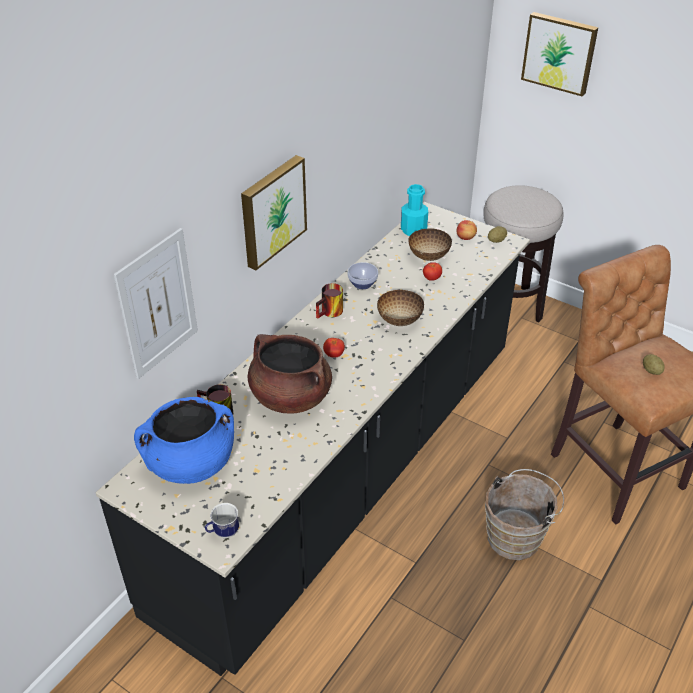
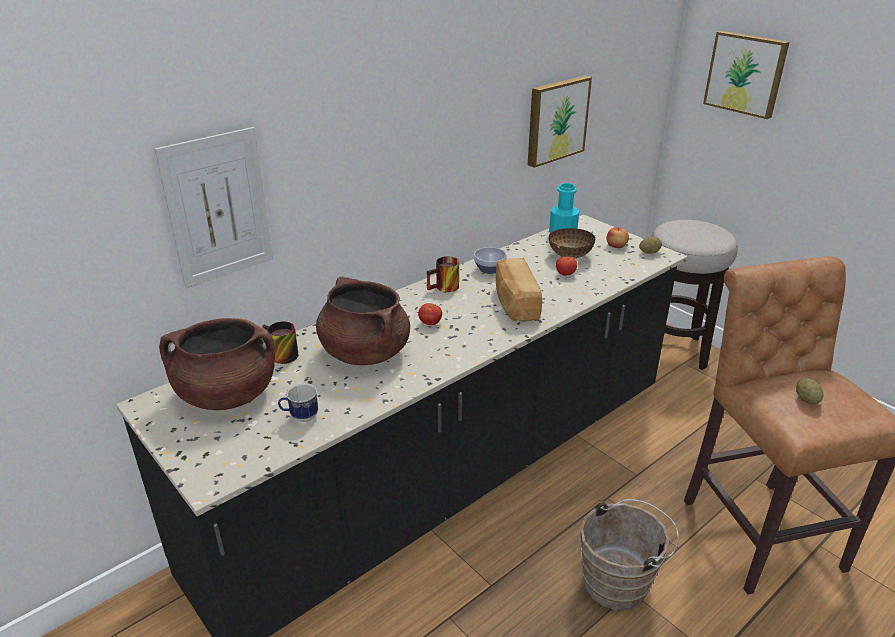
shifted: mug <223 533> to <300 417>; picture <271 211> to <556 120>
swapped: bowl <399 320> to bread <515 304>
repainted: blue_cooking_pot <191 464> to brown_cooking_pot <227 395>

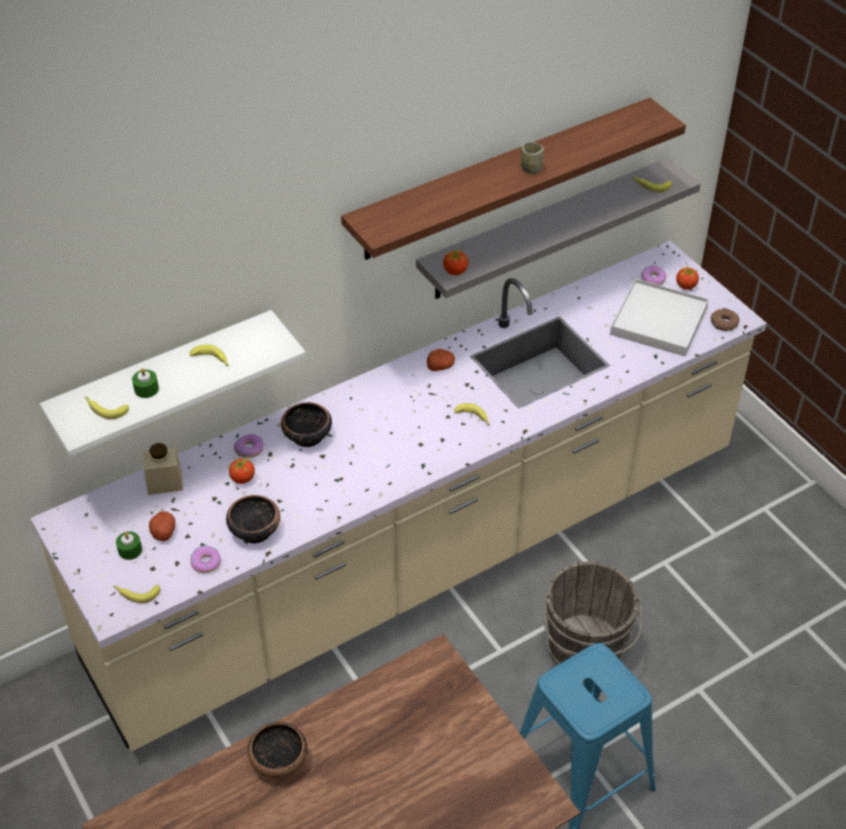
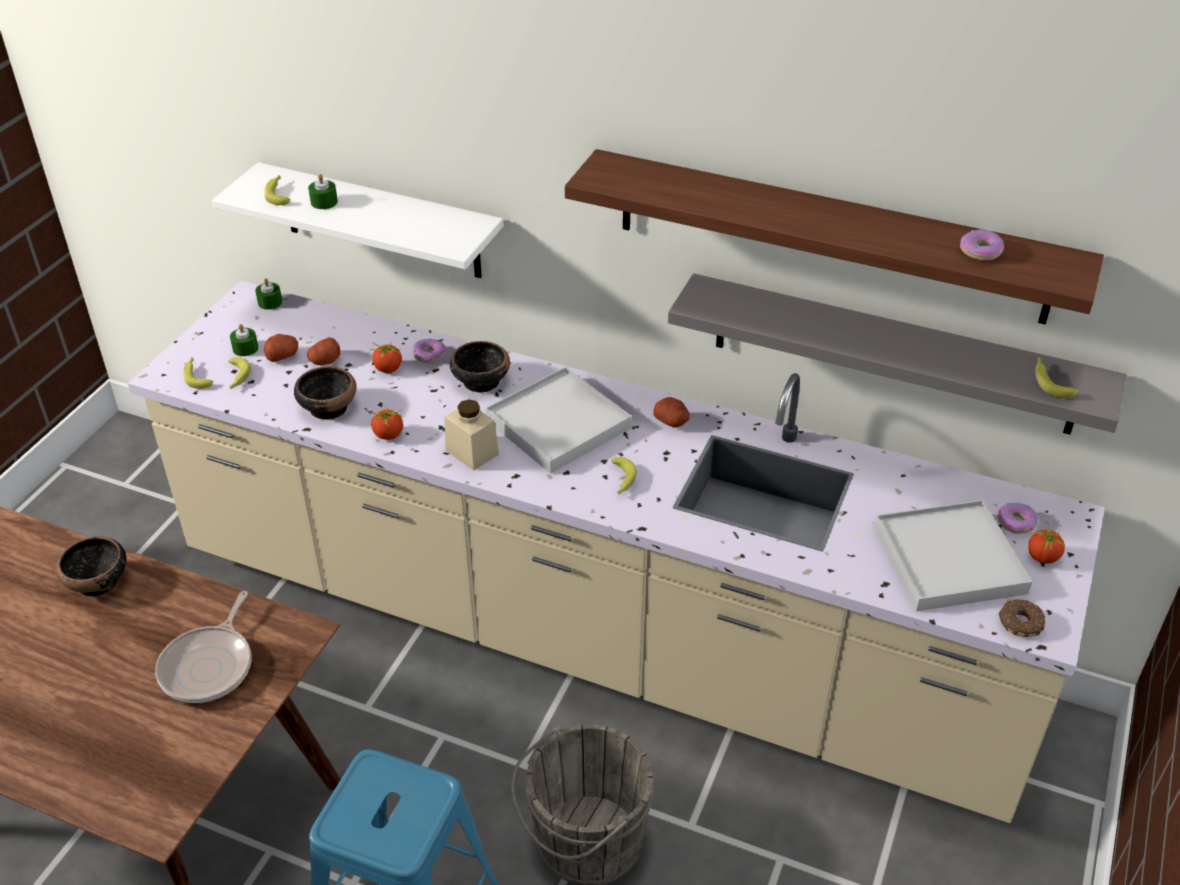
gone: cup <531 169>
new: frying_pan <209 666>; green_candle <270 302>; potato <325 361>; white_tray <557 424>
shifted: banana <212 360> to <236 378>; tomato <455 271> to <388 435>; beige_jar <164 482> to <472 452>; donut <206 562> to <981 251>

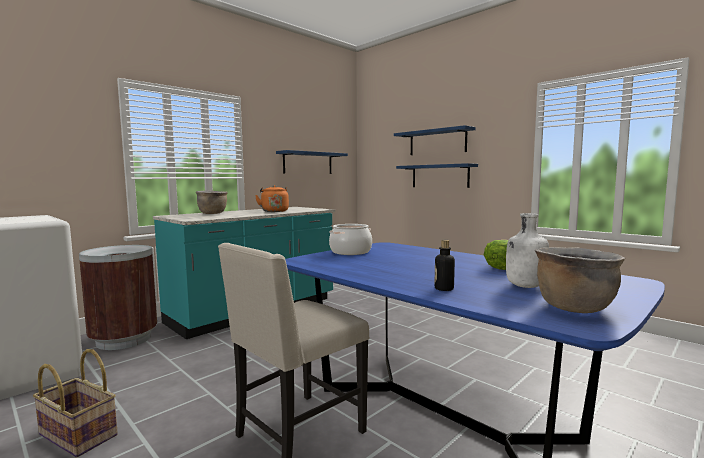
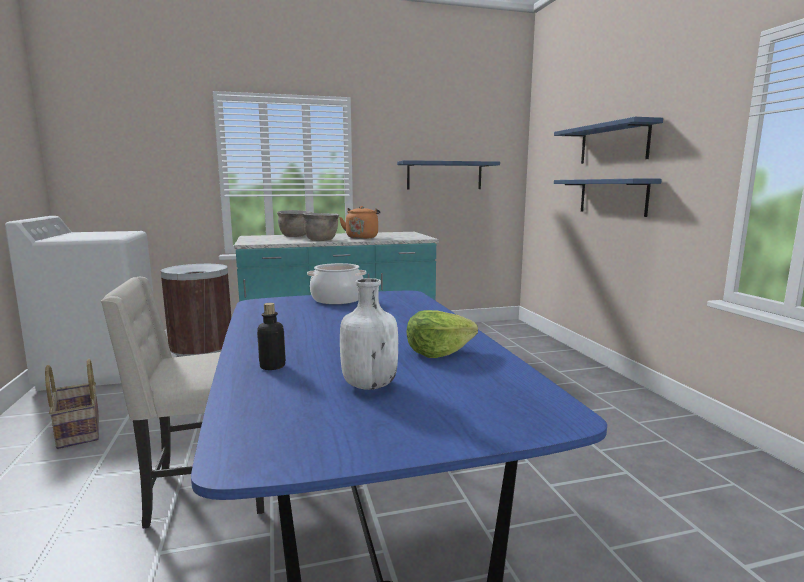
shifted: brown_cooking_pot <574 307> to <321 240>

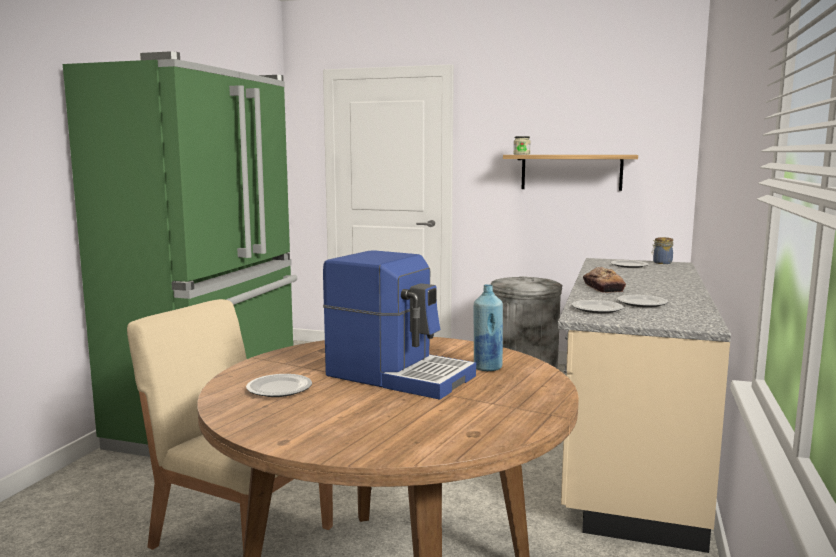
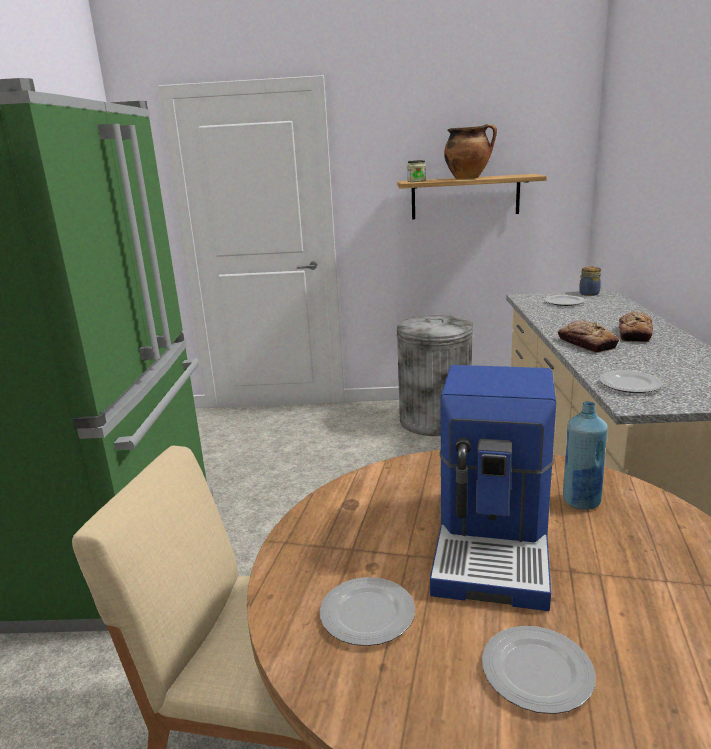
new: cooking_pot <468 178>; bread <634 334>
shifted: plate <642 303> to <538 673>
rotated: coffee_machine <399 375> = <495 542> 90 degrees clockwise

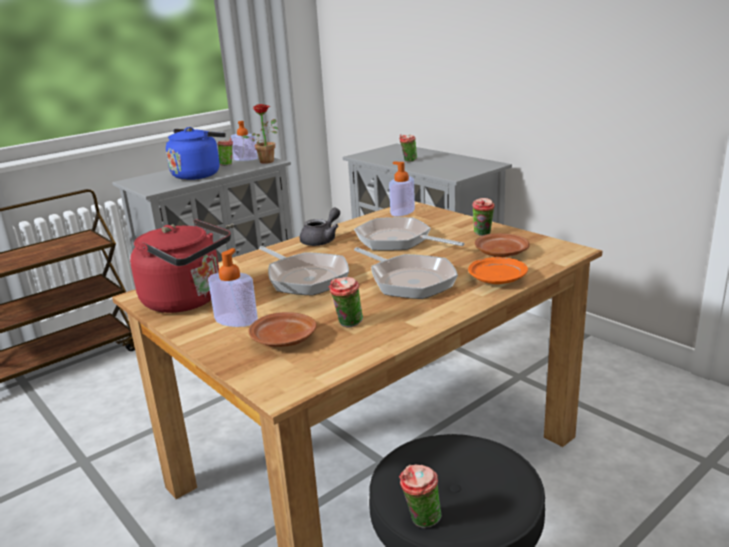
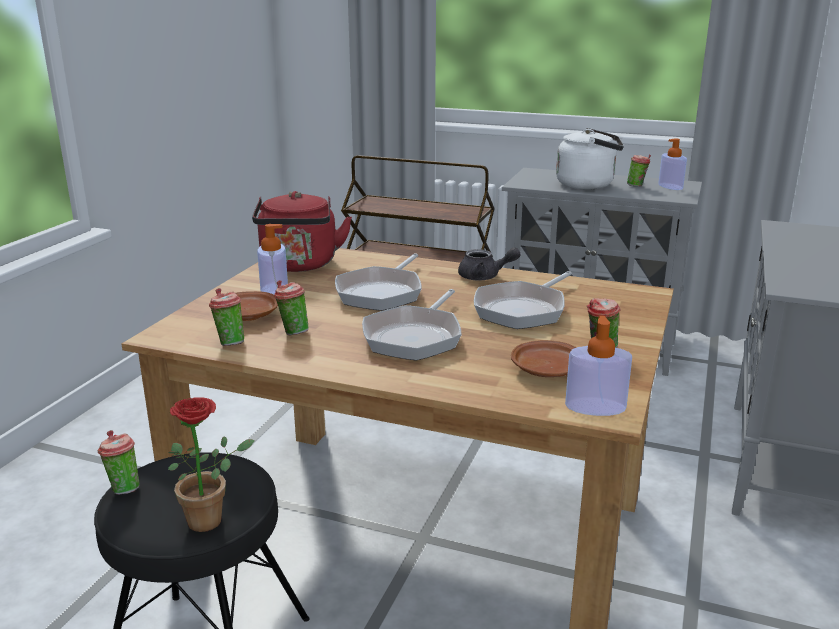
gone: orange_plate <497 279>
shifted: potted_plant <267 161> to <212 519>; cup <408 161> to <229 343>; soap_dispenser <402 212> to <595 407>
repainted: blue_kettle <198 174> to white_kettle <588 185>
rotated: frying_pan <398 241> = <523 310> 150 degrees counterclockwise

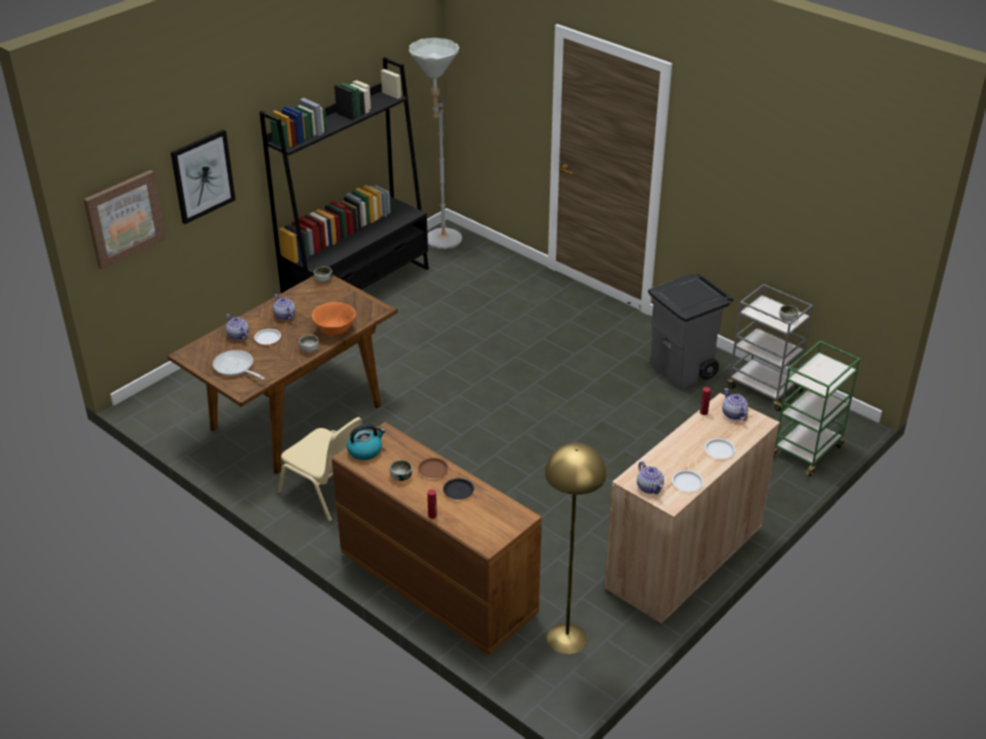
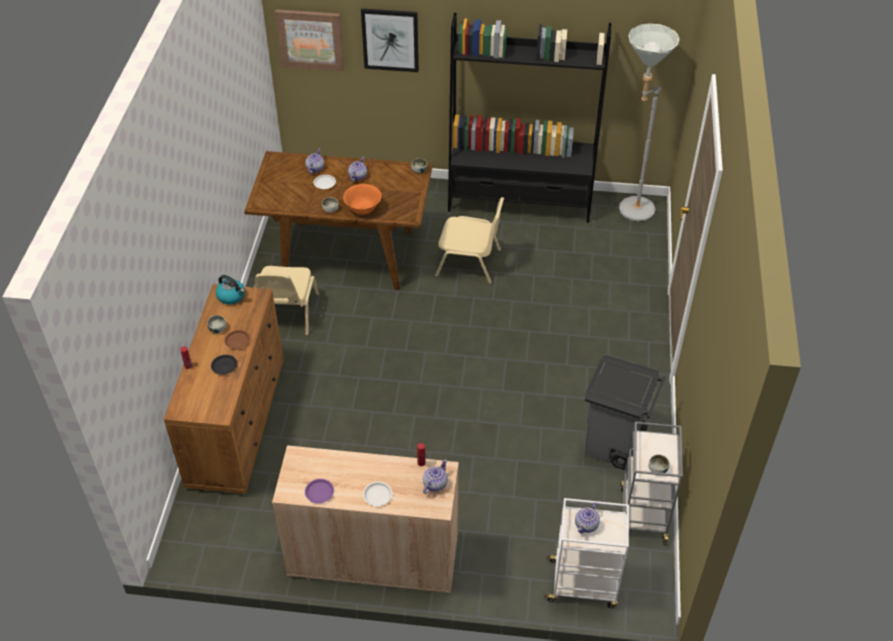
gone: frying_pan <236 368>; yellow_floor_lamp <567 638>
new: beige_chair <469 263>
shifted: teapot <649 487> to <586 525>
repainted: white_plate <687 482> to purple_plate <319 492>; green_cart <806 450> to white_cart <583 583>

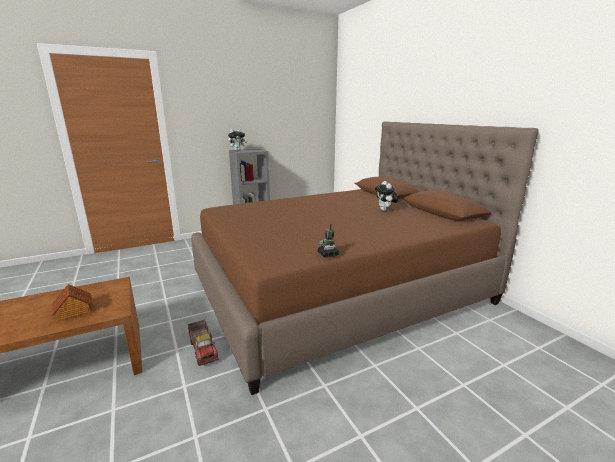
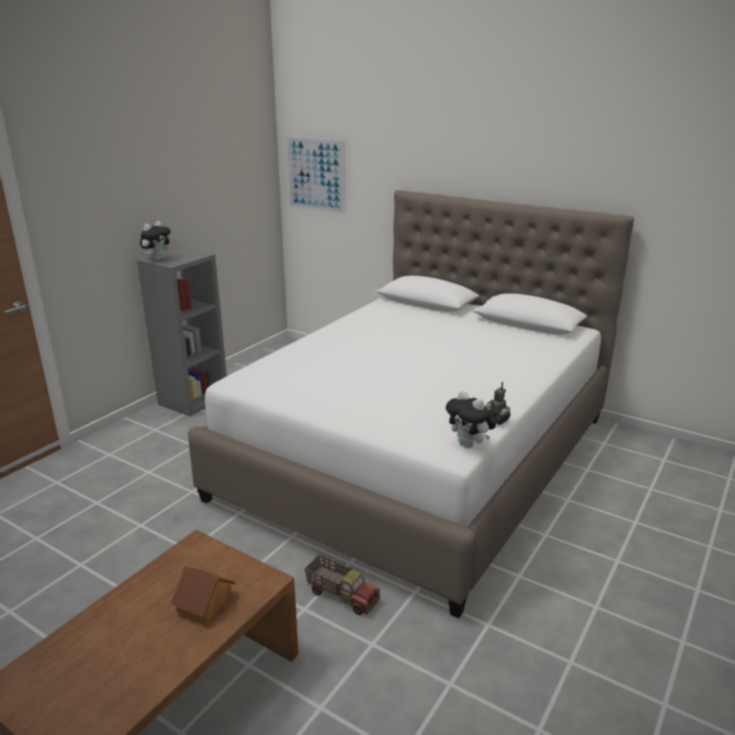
new: picture <316 174>
shifted: plush_toy <385 210> to <469 445>
repainted: brown_bed <338 290> to white_bed <419 457>

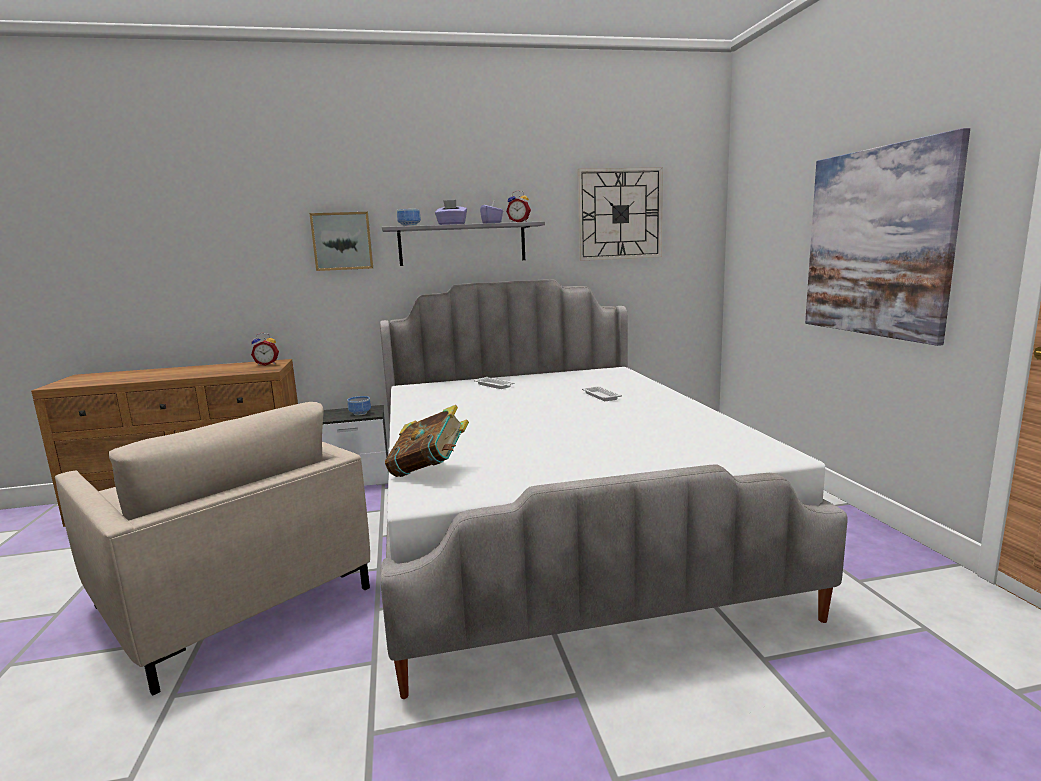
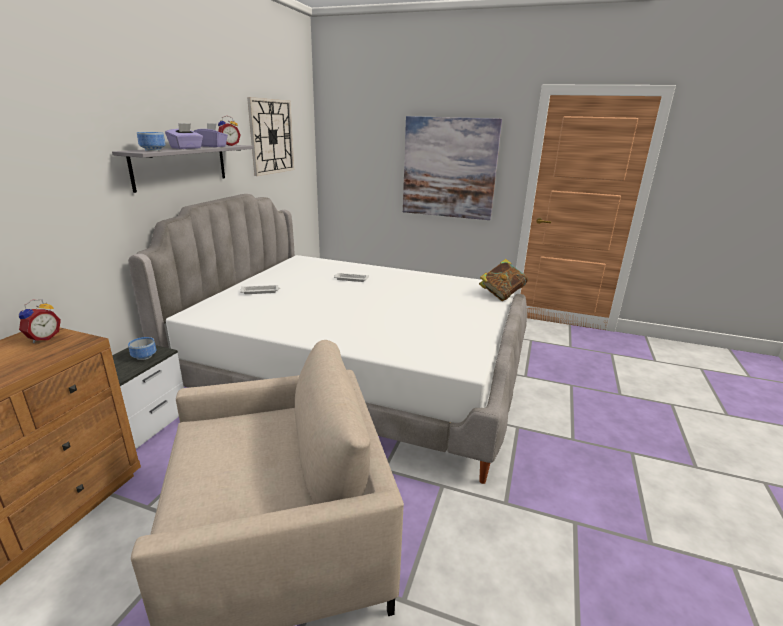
gone: picture <342 241>
shifted: book <429 471> to <501 295>

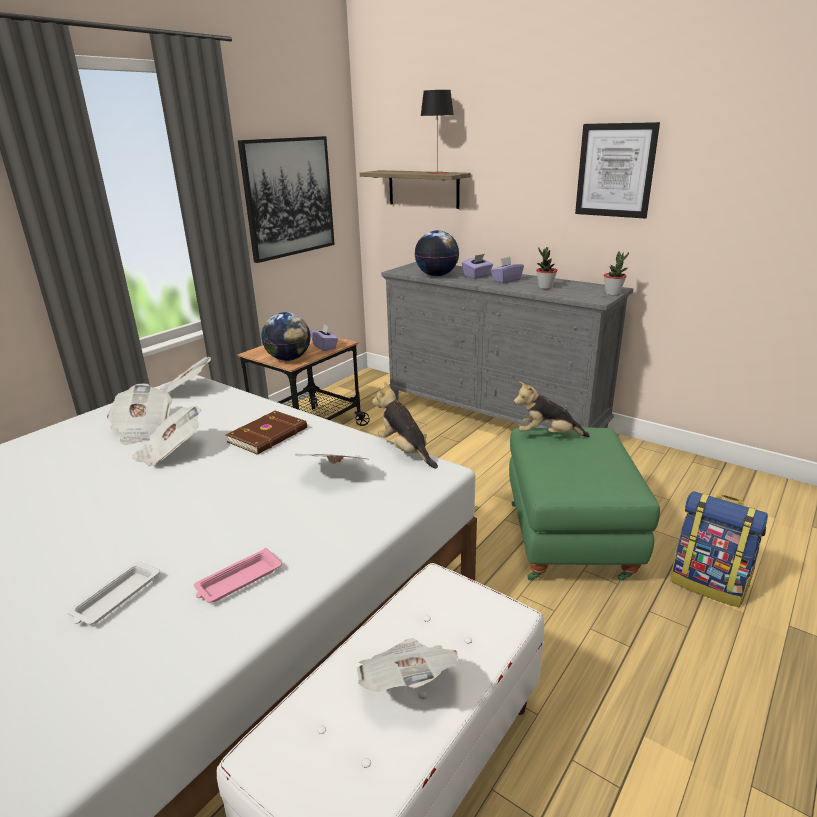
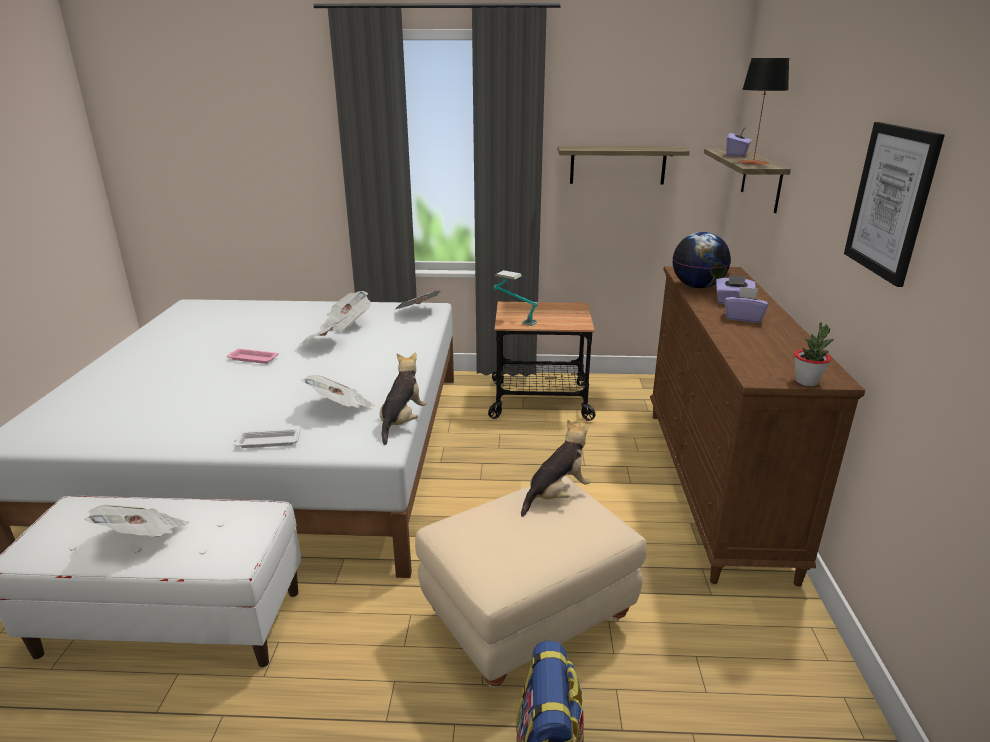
gone: brown_book <269 435>; potted_plant <545 287>
shifted: pink_tray <238 581> to <252 359>; white_tray <115 598> to <267 442>; purple_tissue_box <325 347> to <737 155>
swapped: globe <288 359> to table_lamp <514 320>; picture <289 197> to shelf <617 165>
repainted: green_ottoman <570 540> to beige_ottoman <528 623>; grey_dresser <493 417> to brown_dresser <713 486>
rotated: plush_toy <547 435> = <556 495> 75 degrees clockwise

